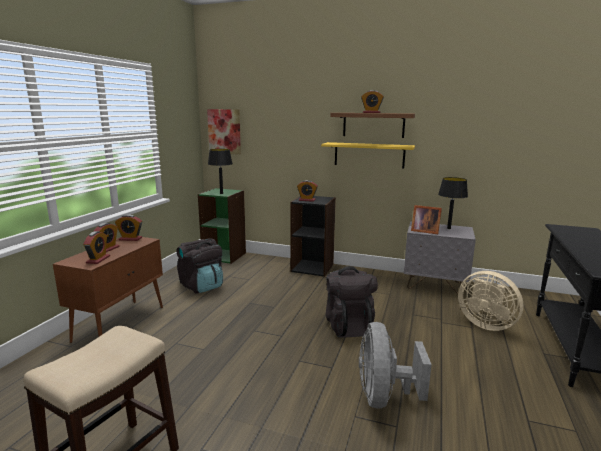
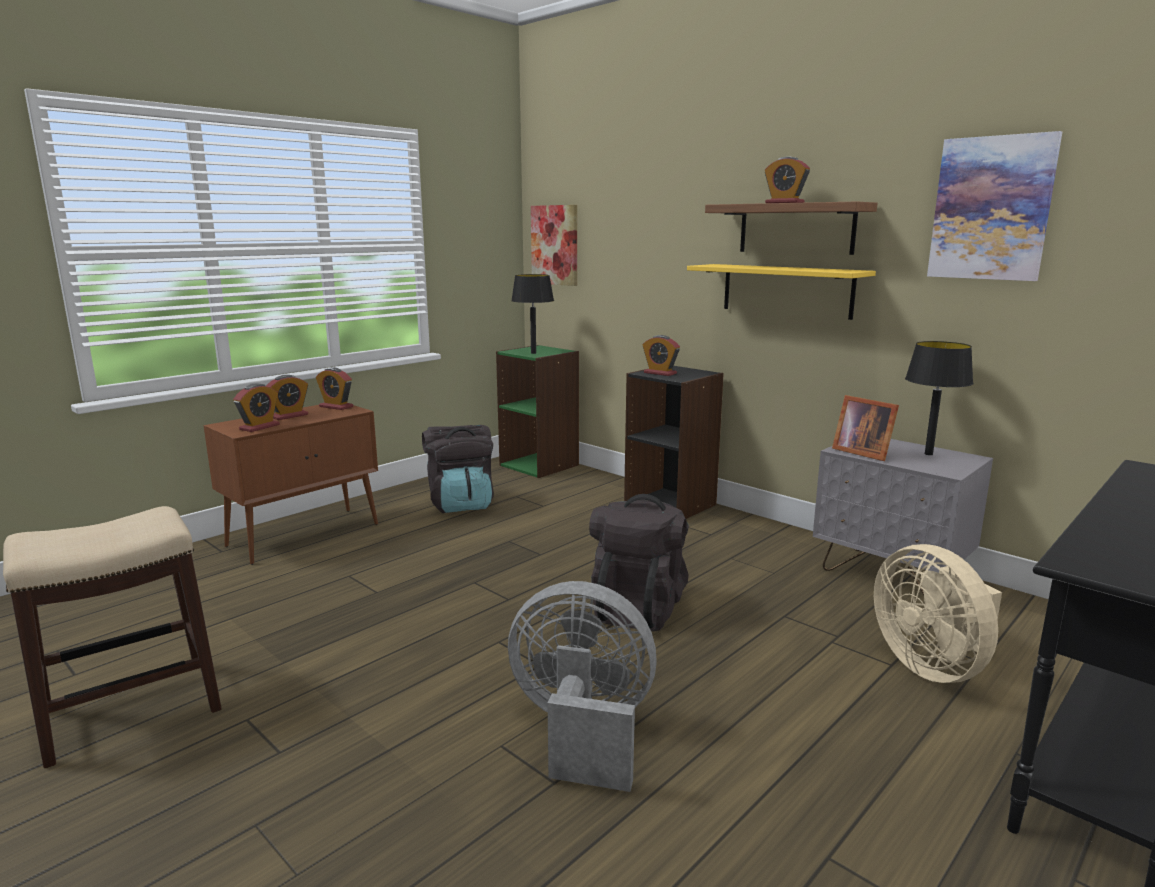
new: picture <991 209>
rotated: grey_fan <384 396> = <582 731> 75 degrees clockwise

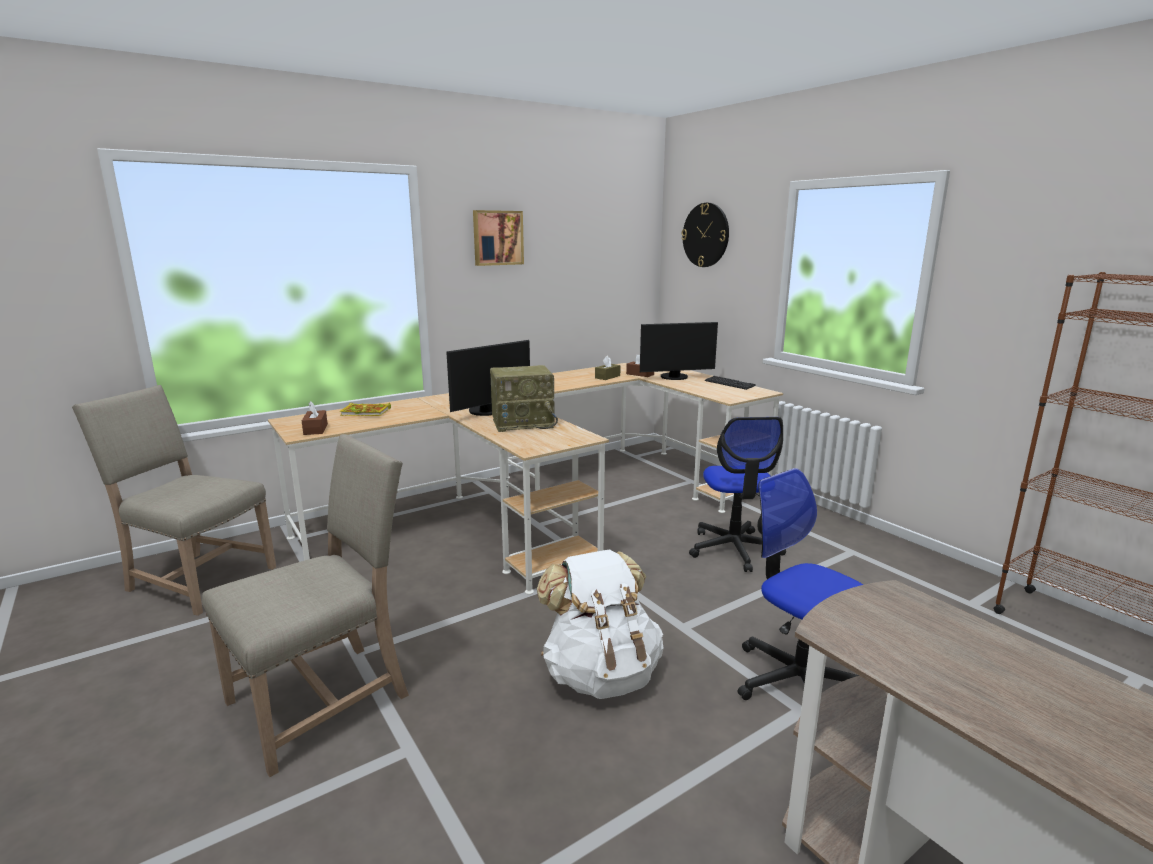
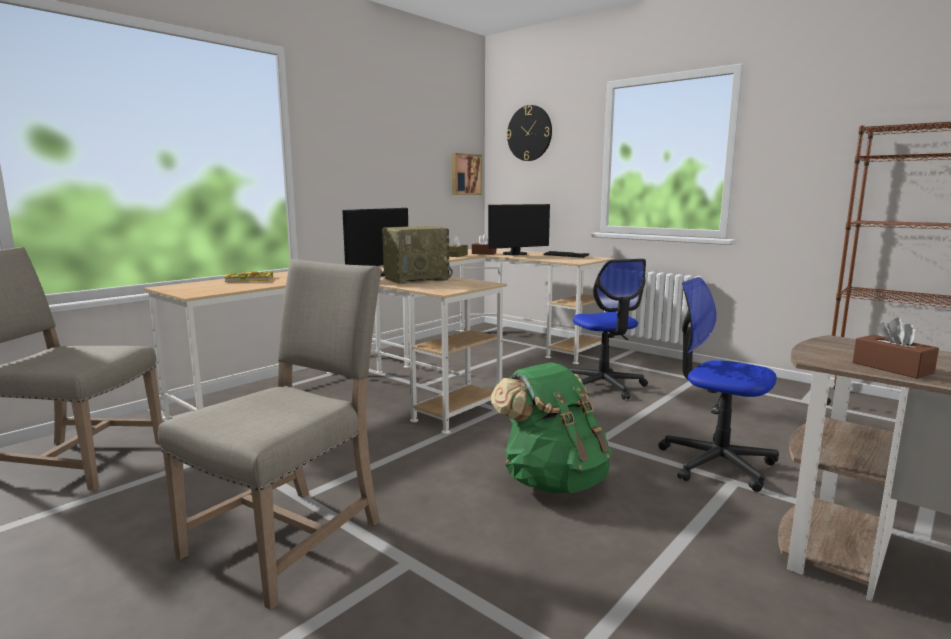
shifted: picture <497 238> to <465 174>; brown_tissue_box <315 429> to <892 368>
repainted: white_backpack <601 674> to green_backpack <553 480>

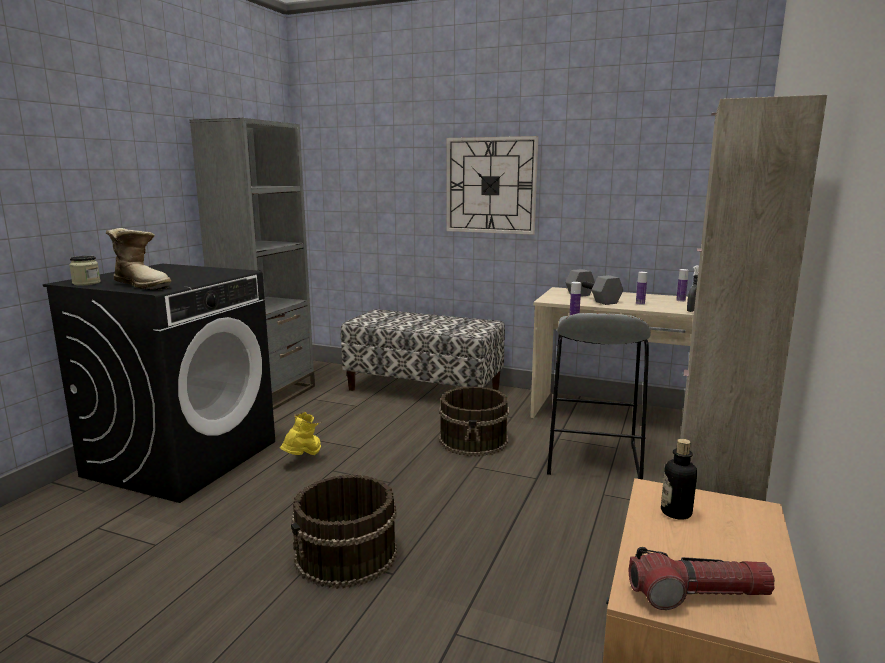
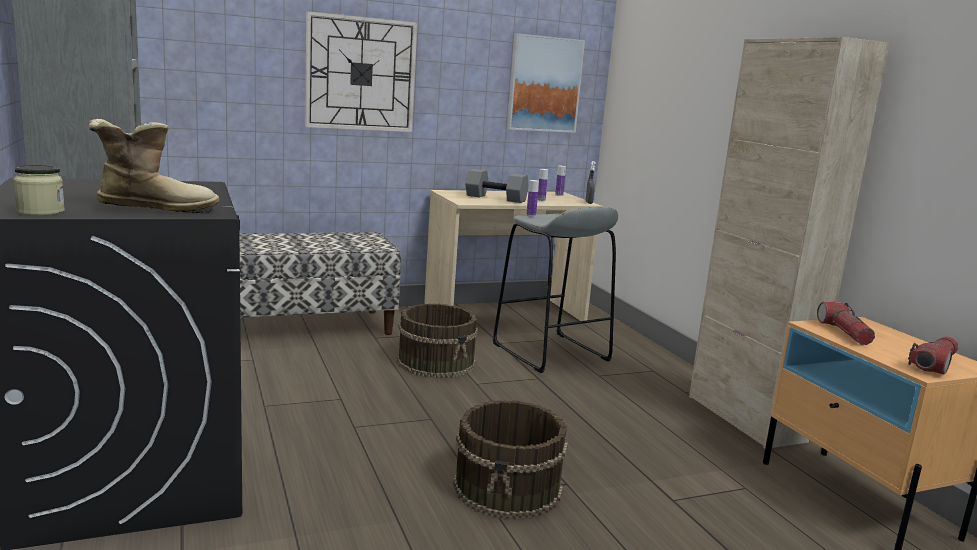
gone: yellow_boot <304 458>
new: picture <544 84>
swapped: bottle <676 512> to flashlight <844 333>

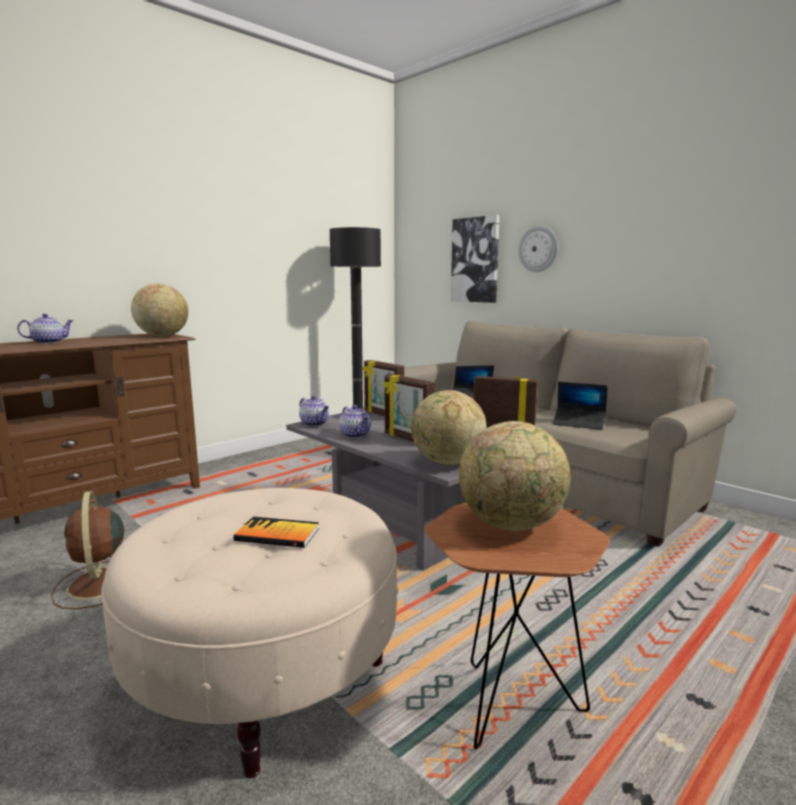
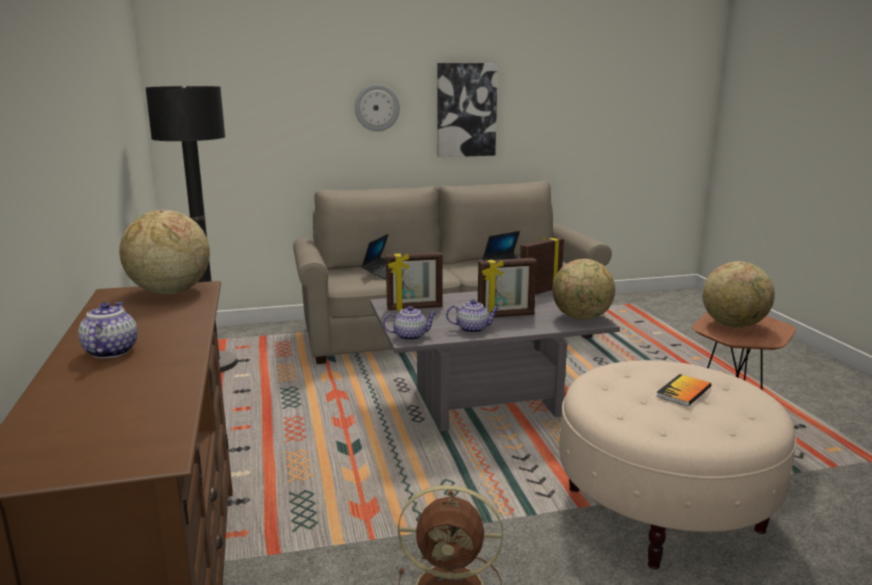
shifted: picture <475 260> to <466 110>

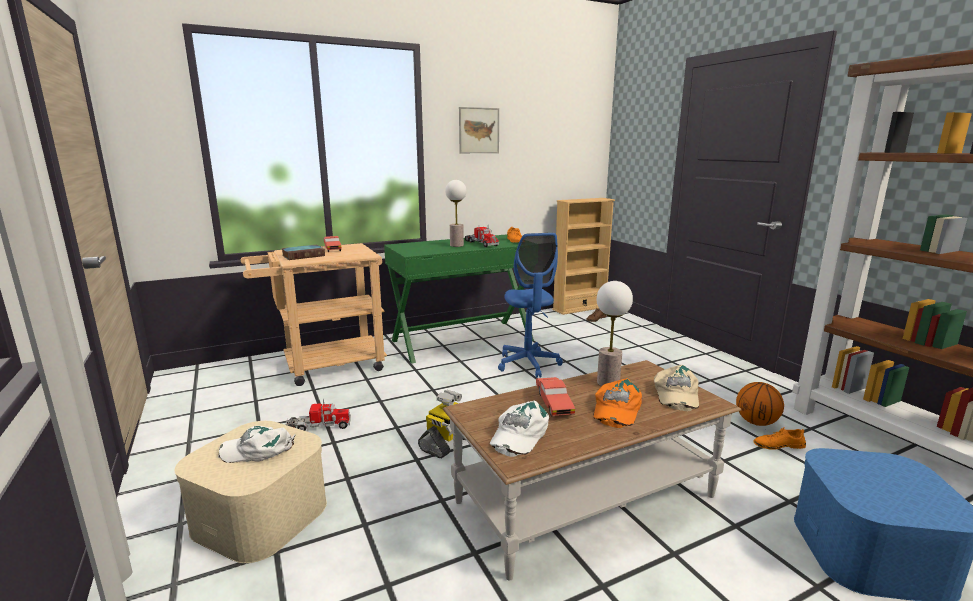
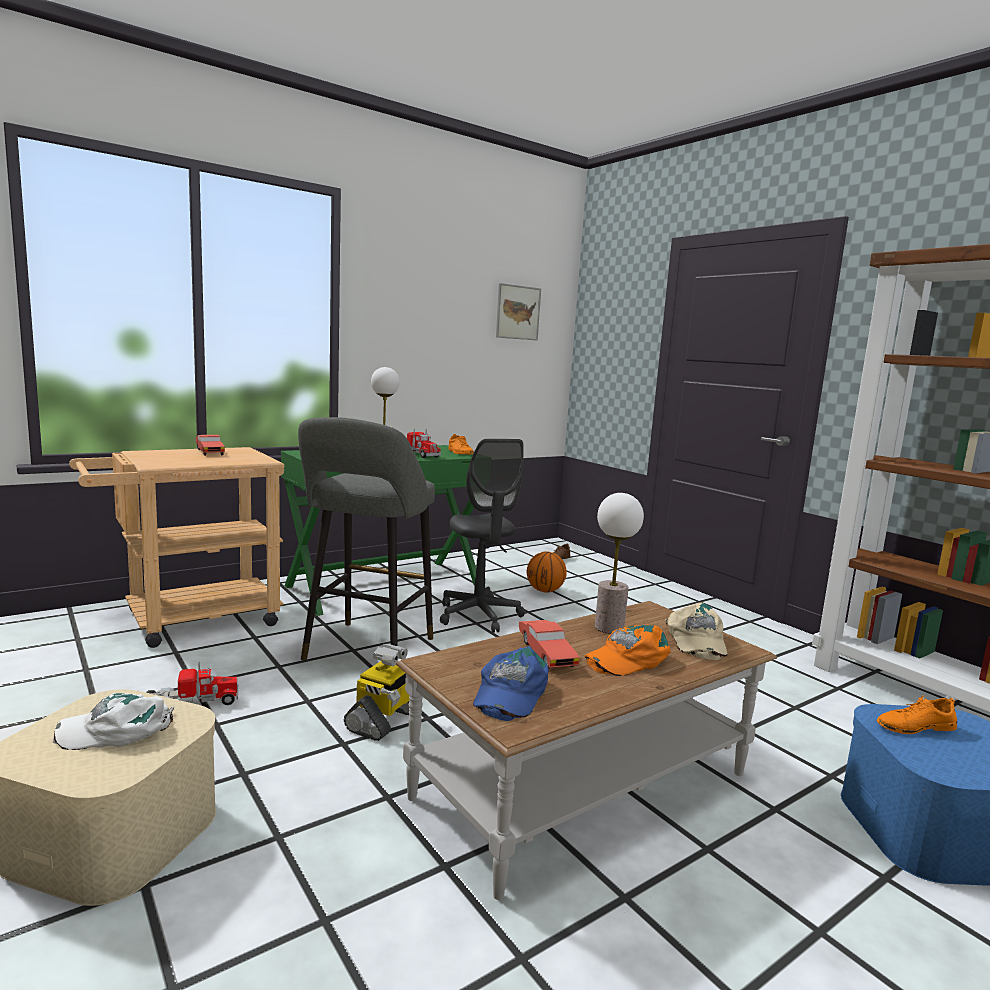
gone: book <304 255>; beige_bookcase <579 308>
new: grey_stool <366 651>
shifted: picture <479 130> to <518 312>; basketball <756 422> to <544 591>; orange_shoe <778 445> to <915 727>
repainted: blue_office_chair <528 364> to grey_office_chair <479 615>; white_cap <518 434> to blue_cap <509 692>
rotated: orange_cap <615 409> = <627 659> 45 degrees clockwise

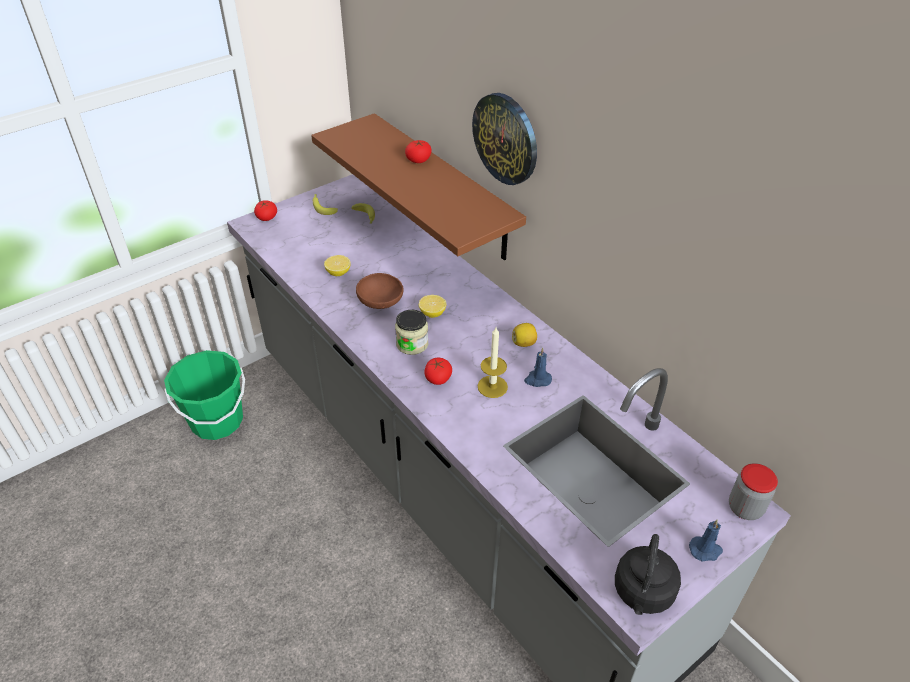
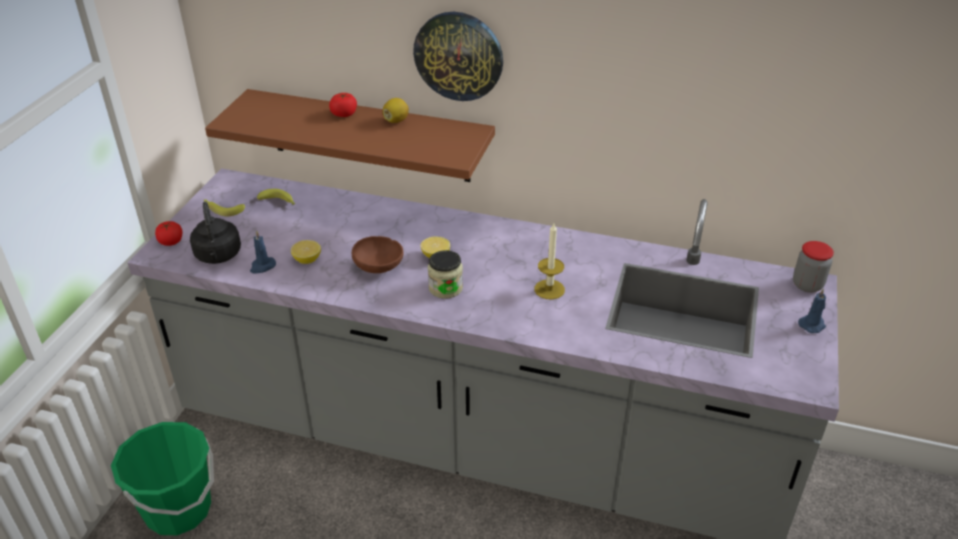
gone: tomato <438 378>
shifted: black_kettle <642 593> to <218 256>; blue_candle <537 380> to <262 266>; lemon <524 343> to <396 120>

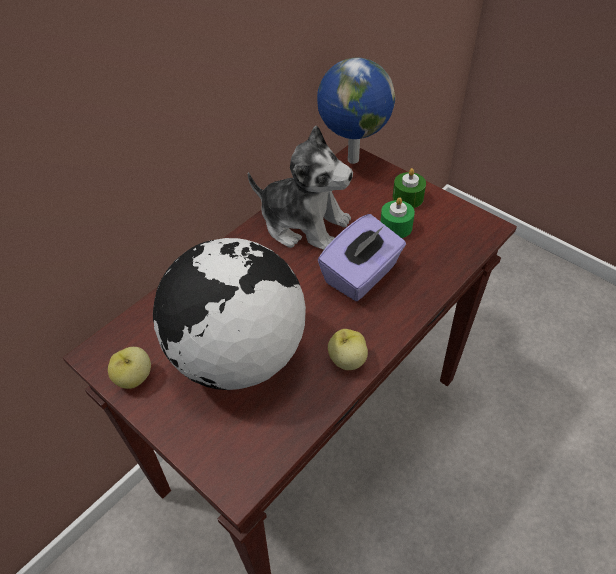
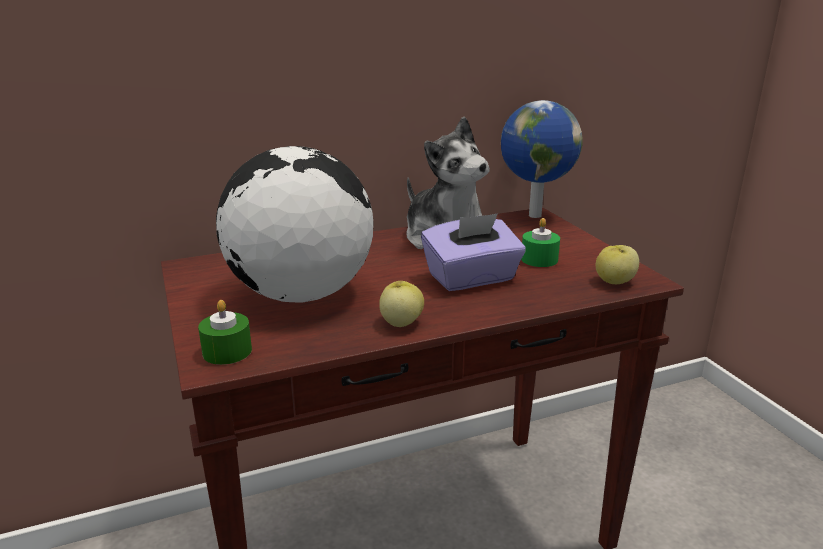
shifted: green_candle <408 198> to <227 351>; apple <134 378> to <614 282>

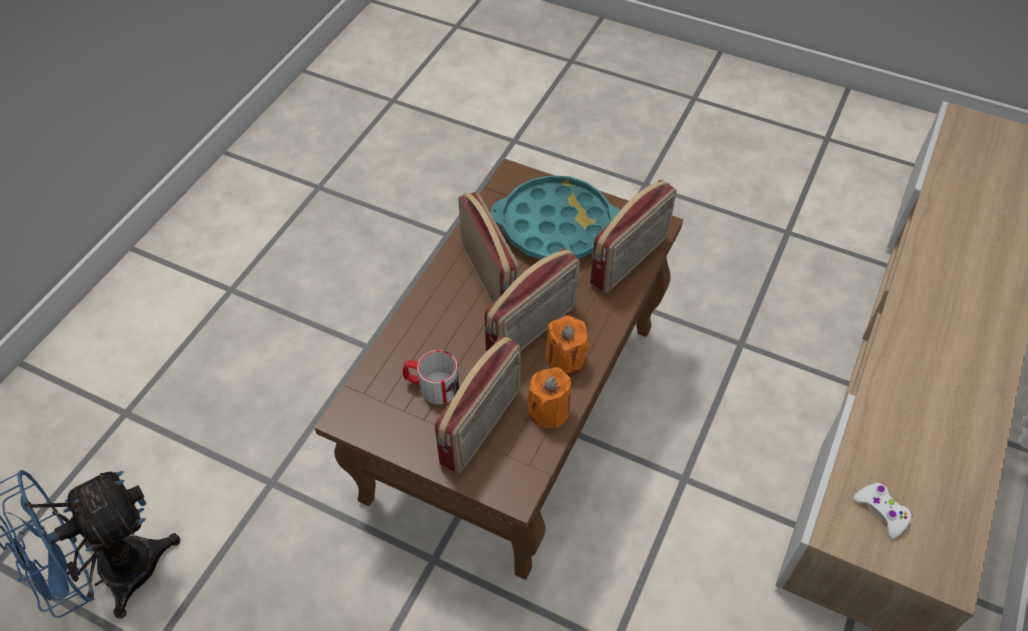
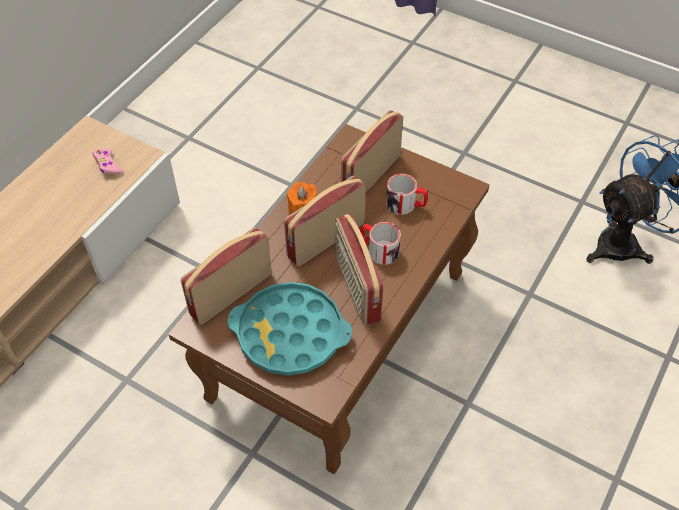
gone: orange_candle <549 411>
new: mug <378 249>
repainted: white_game_controller <881 511> to pink_game_controller <108 165>

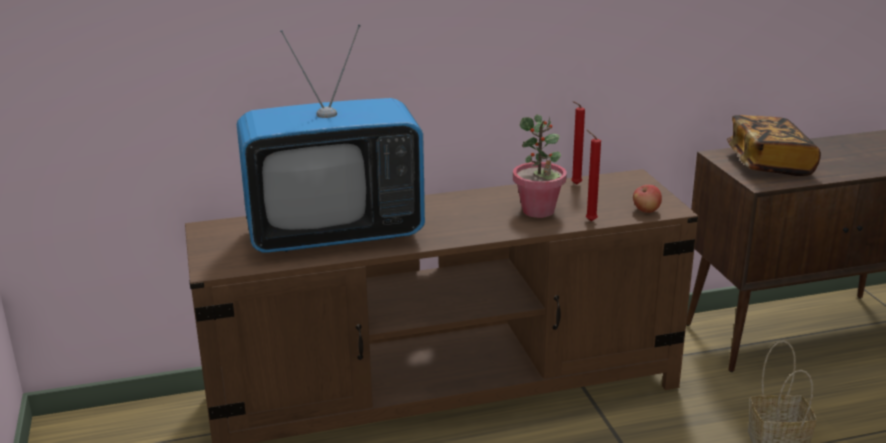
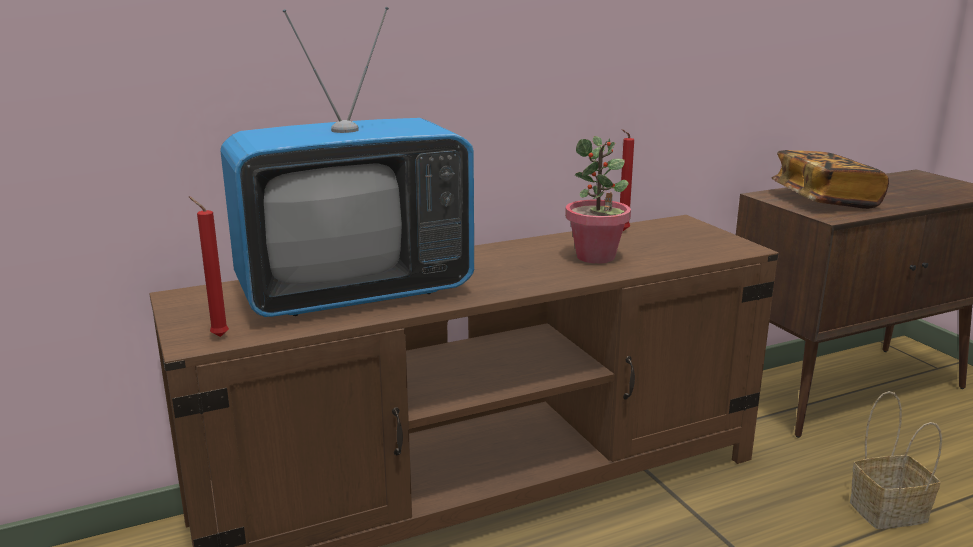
gone: apple <646 210>
shifted: red_candle <589 221> to <217 336>

